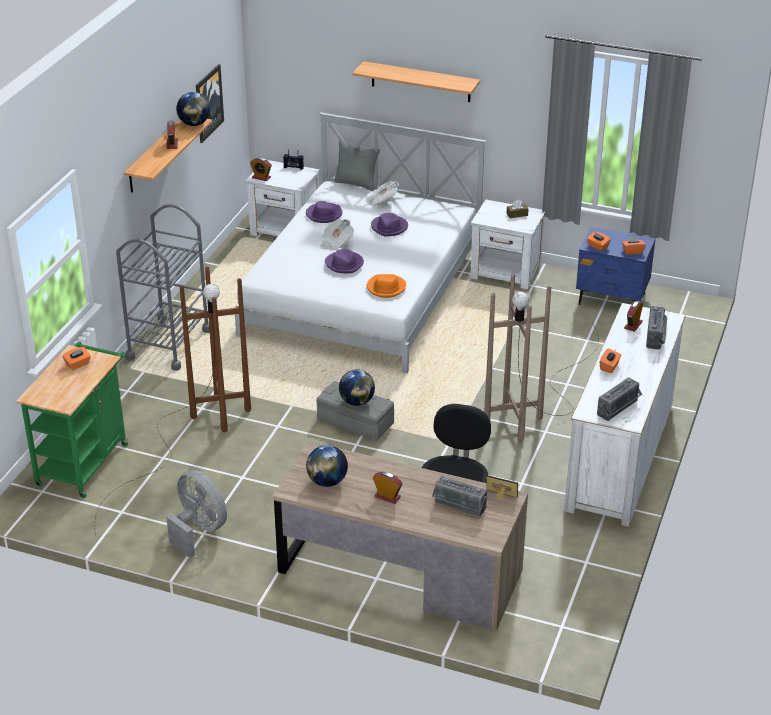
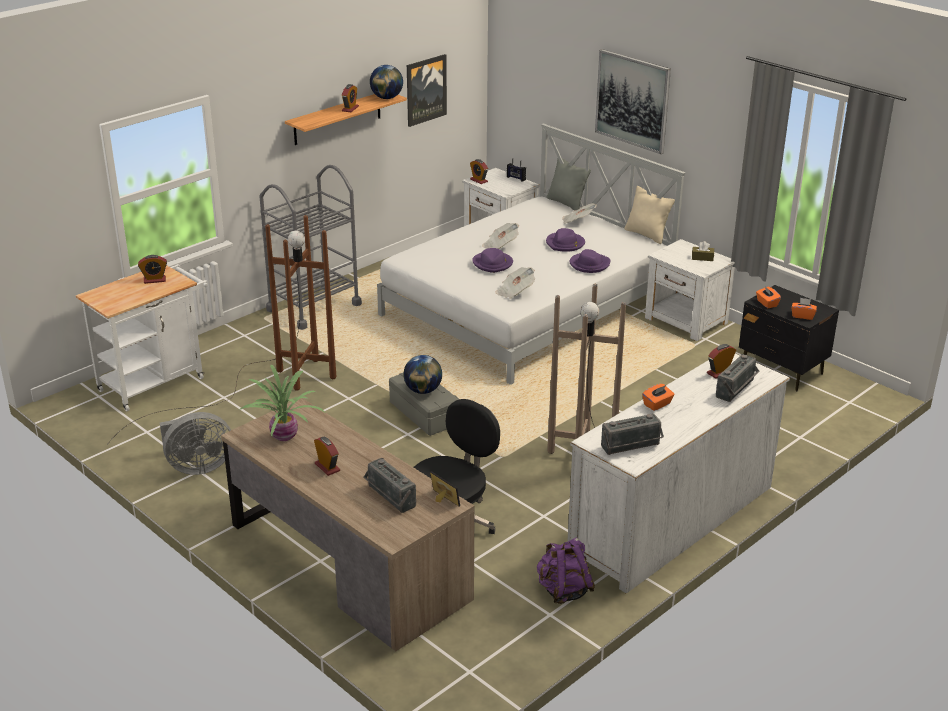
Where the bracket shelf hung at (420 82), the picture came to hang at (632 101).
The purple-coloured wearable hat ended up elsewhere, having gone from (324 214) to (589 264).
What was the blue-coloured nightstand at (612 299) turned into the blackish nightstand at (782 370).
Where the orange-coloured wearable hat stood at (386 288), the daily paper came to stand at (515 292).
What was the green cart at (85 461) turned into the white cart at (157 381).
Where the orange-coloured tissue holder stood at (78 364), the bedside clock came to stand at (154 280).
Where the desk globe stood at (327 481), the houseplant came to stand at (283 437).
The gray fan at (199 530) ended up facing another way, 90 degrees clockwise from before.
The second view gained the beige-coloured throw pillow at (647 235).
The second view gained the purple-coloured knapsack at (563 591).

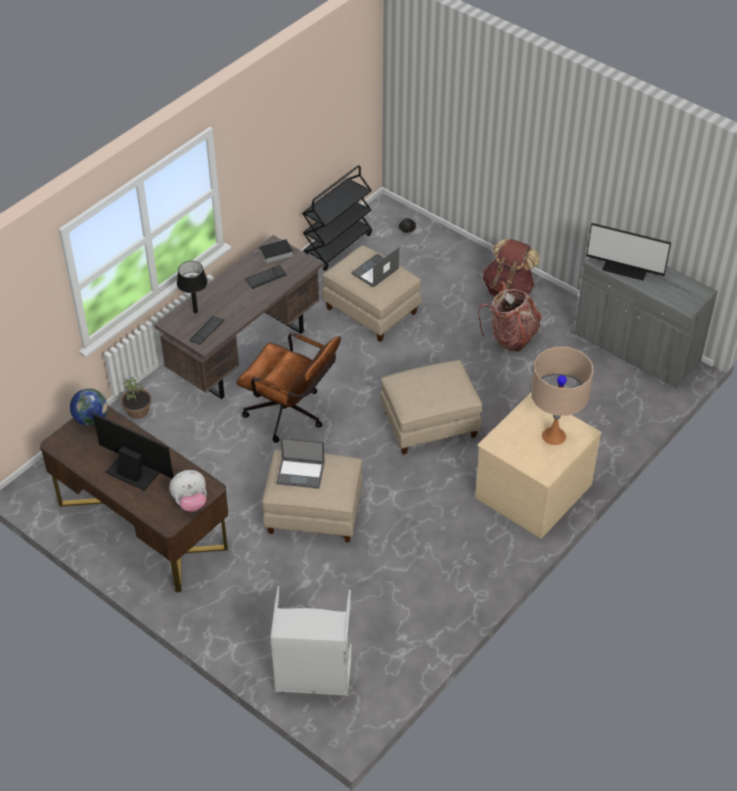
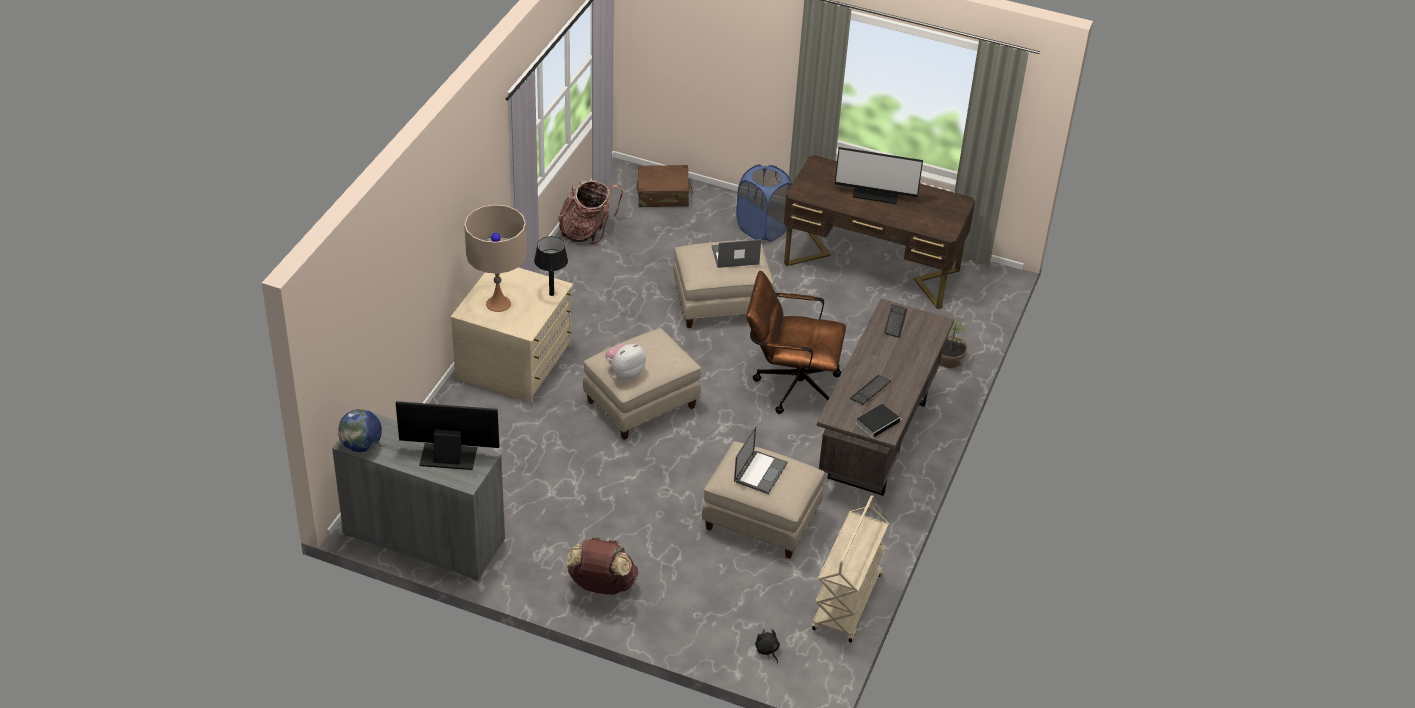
What was the blackish cart at (337 245) turned into the beige-coloured cart at (847 603).
The blackish lamp for a table ended up elsewhere, having gone from (195 311) to (551 294).
The knapsack ended up elsewhere, having gone from (511 337) to (587 232).
The desk globe ended up elsewhere, having gone from (91 419) to (361 445).
The plush toy ended up elsewhere, having gone from (190 502) to (625 373).
Where the gray laundry basket stood at (313 677), the brownish travel case came to stand at (663 194).
The second view gained the blue-coloured laundry basket at (762 228).

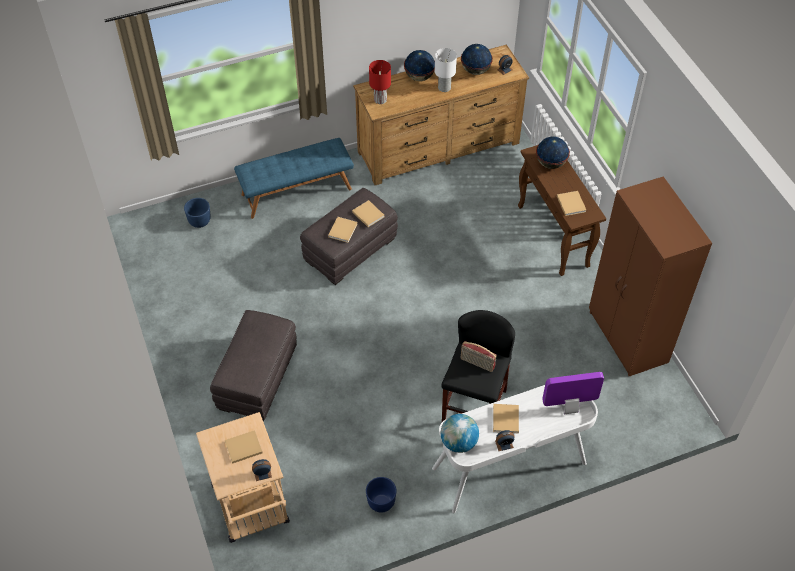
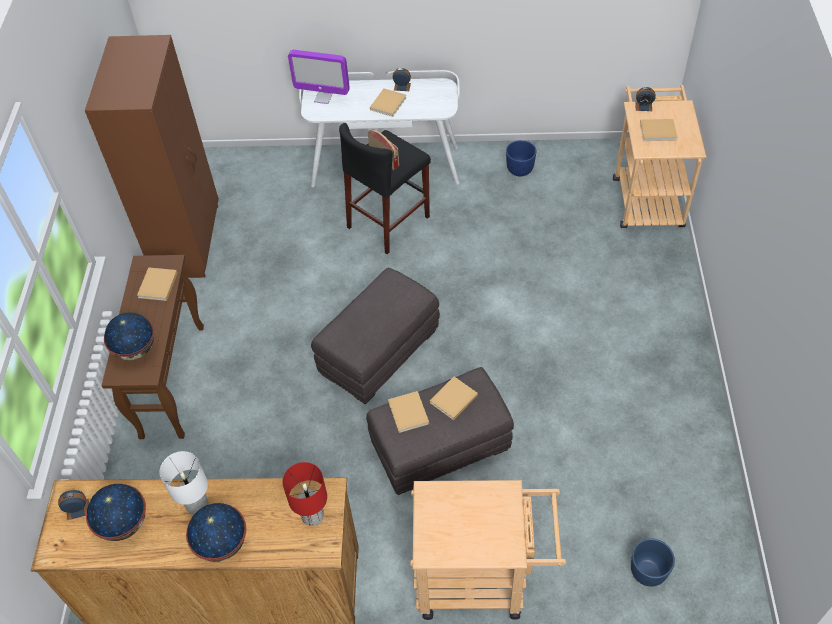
Where the blue-coloured bench stood at (296 191), the beige-coloured cart came to stand at (481 579).
The gray ottoman ended up elsewhere, having gone from (258 379) to (379 351).
The second view lost the desk globe at (458 442).

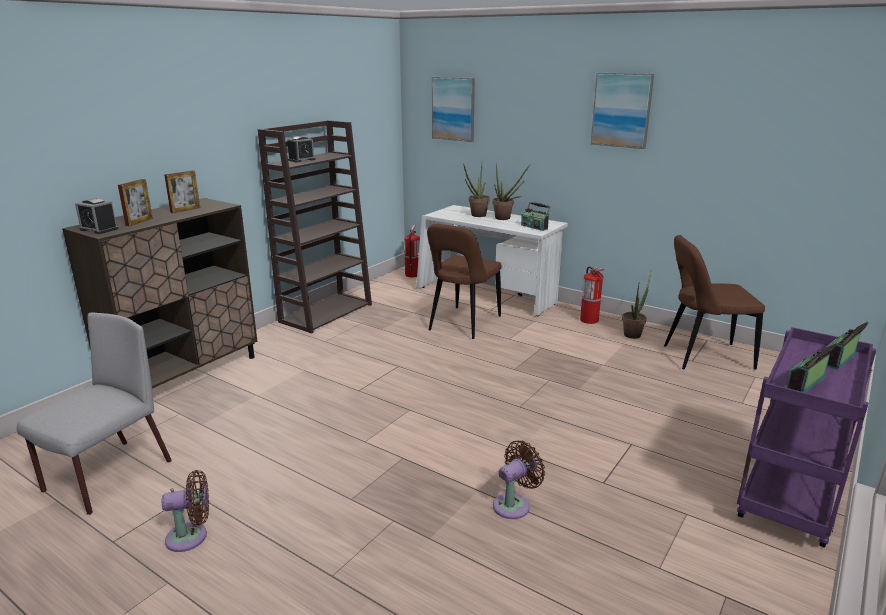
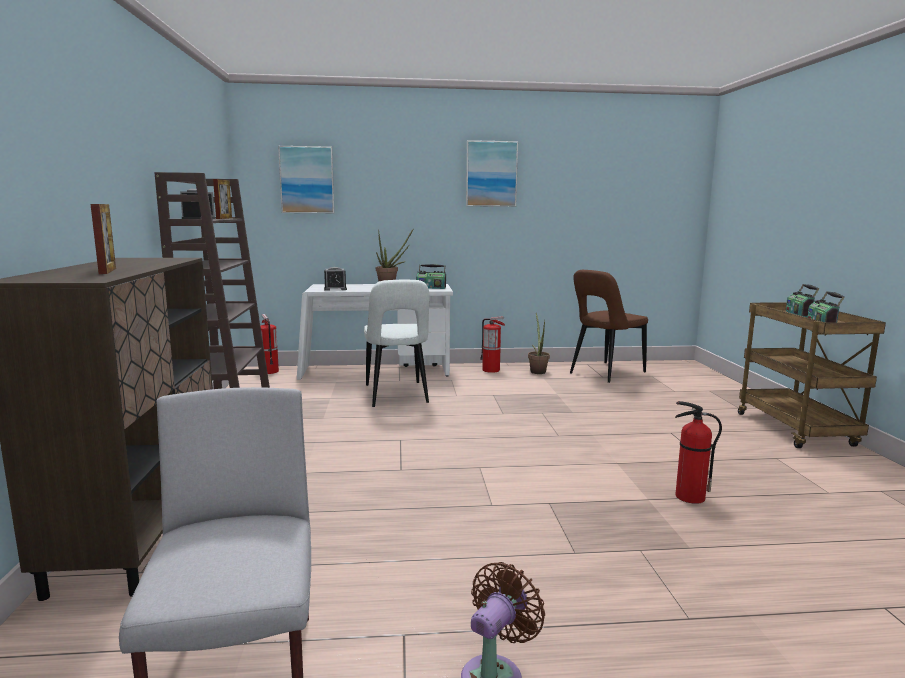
The second view lost the houseplant at (476 216).
The photo frame ended up elsewhere, having gone from (185 210) to (224 218).
The bedside clock ended up elsewhere, having gone from (99 229) to (335 289).
What was the brownish upright chair at (463 324) turned into the white upright chair at (397 395).
What was the purple-coloured cart at (790 500) turned into the brownish cart at (797 430).
Where the brownish fan stood at (514 504), the extinguisher came to stand at (689 497).

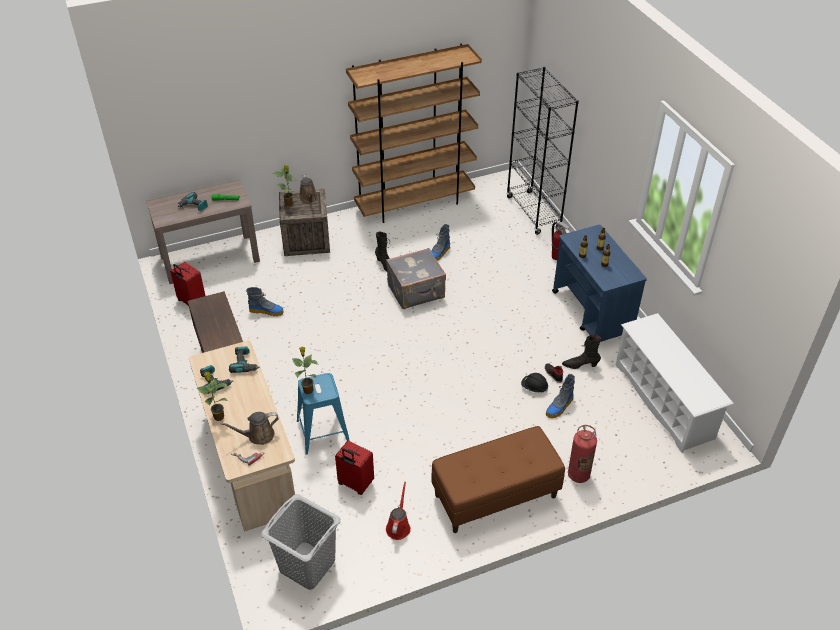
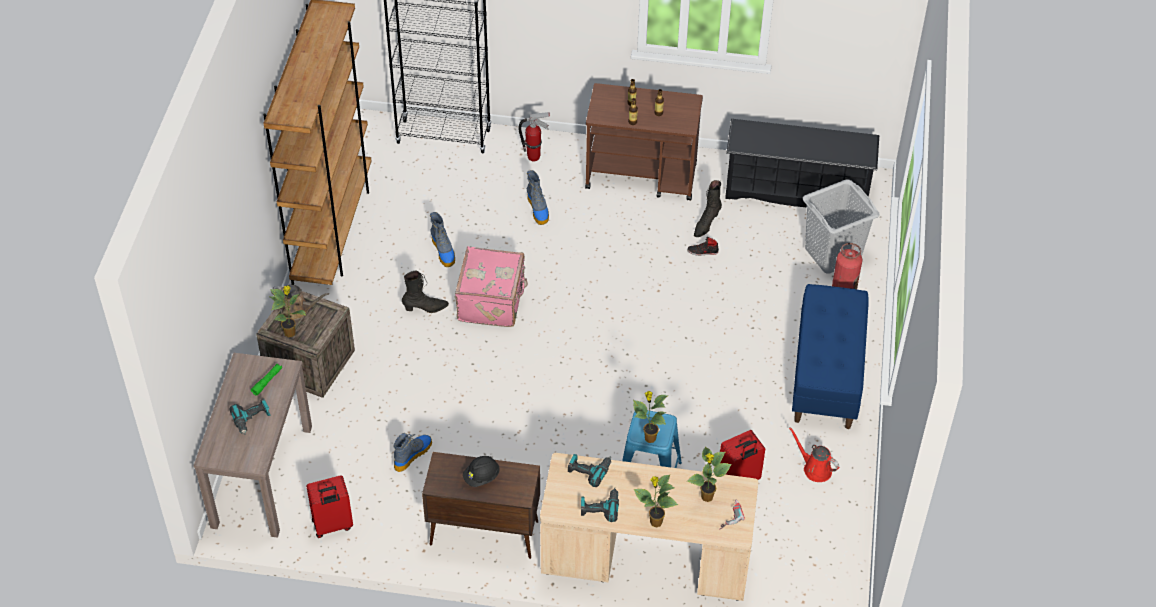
What was the blue-coloured cart at (592 314) turned into the brownish cart at (642 176).
What was the gray travel case at (416 292) turned into the pink-coloured travel case at (492 301).
What was the white shoe stand at (664 401) turned into the blackish shoe stand at (796 190).
The blackish safety helmet ended up elsewhere, having gone from (534 387) to (481 477).
The high-top boot ended up elsewhere, having gone from (559 407) to (538 210).
Where the brownish watering can stood at (258 436), the houseplant came to stand at (706 497).
What was the brownish bench at (495 496) turned into the blue-coloured bench at (827 376).
The gray laundry basket ended up elsewhere, having gone from (307 566) to (833 254).

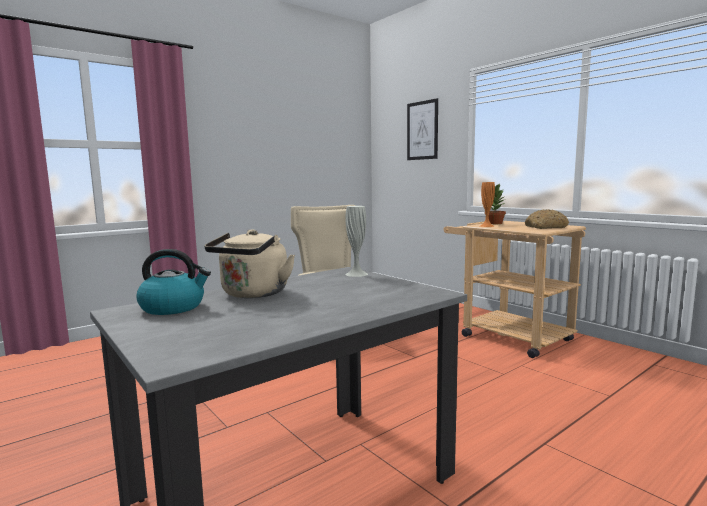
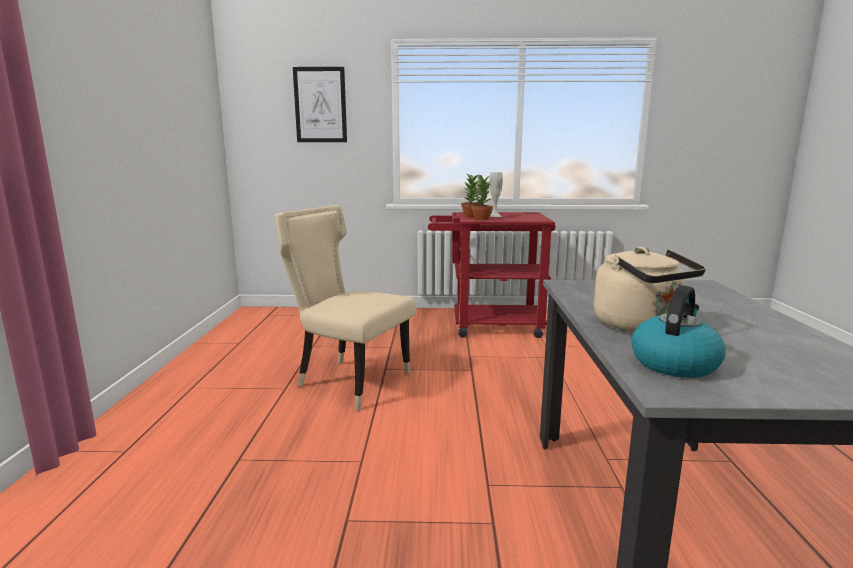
Where the orange-coloured decorative vase stood at (486 226), the houseplant came to stand at (481 219).
The white decorative vase ended up elsewhere, having gone from (356 274) to (494 216).
The second view lost the bread at (545 227).
What was the beige-coloured cart at (507 335) turned into the red cart at (487 326).

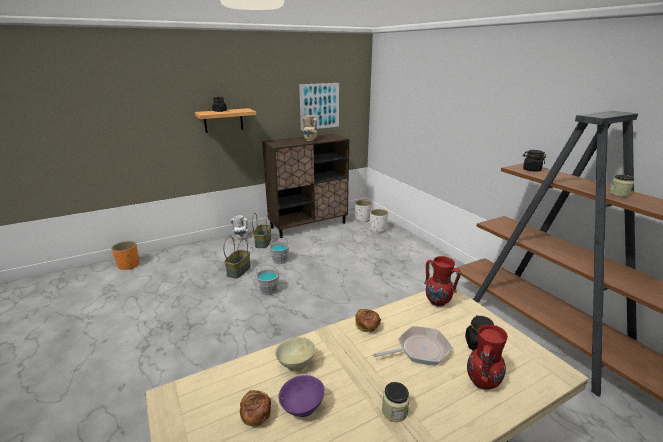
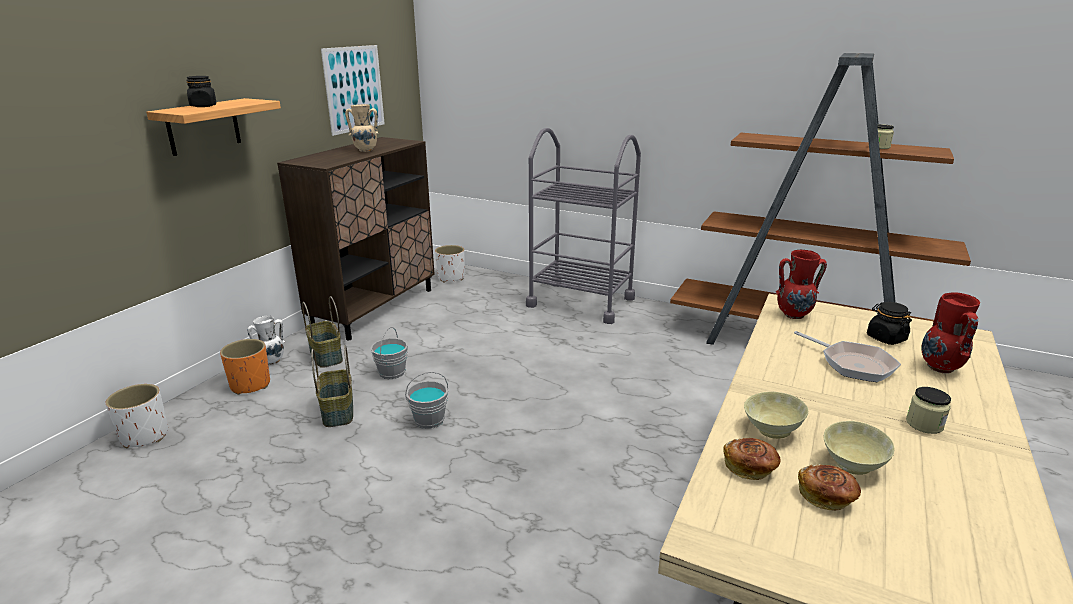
The second view lost the blackish preserve jar at (531 169).
The white plant pot ended up elsewhere, having gone from (378 229) to (145 436).
The orange-coloured plant pot ended up elsewhere, having gone from (128 265) to (250 385).
The bread ended up elsewhere, having gone from (367 326) to (750 468).
The skillet at (419 350) ended up facing another way, 105 degrees clockwise from before.
What was the purple-coloured deep dish at (301 407) turned into the beige-coloured deep dish at (851 465).
The second view gained the gray cart at (581 302).

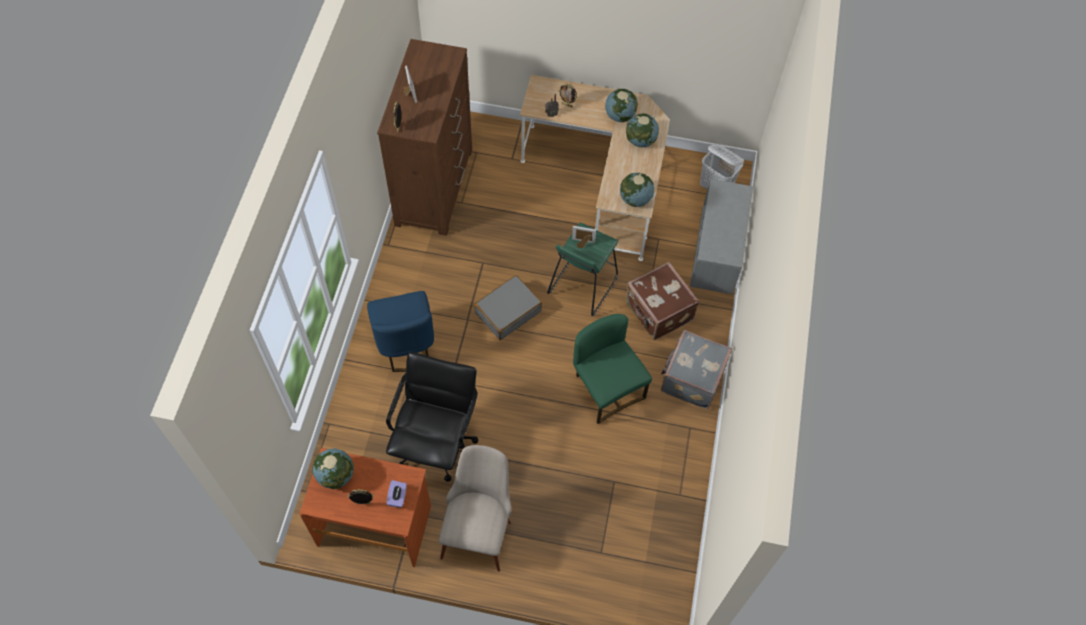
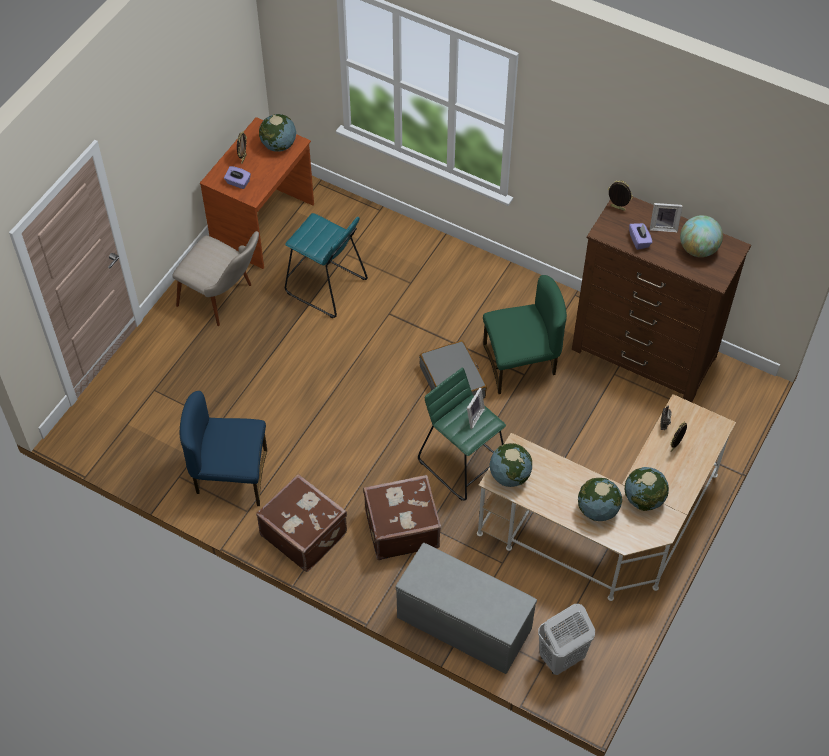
The blue-coloured upright chair ended up elsewhere, having gone from (405 344) to (231 476).
The green upright chair ended up elsewhere, having gone from (606 388) to (520 363).
What was the gray travel case at (691 378) turned into the brownish travel case at (304 533).
Where the blackish office chair stood at (436 442), the turquoise sitting stool came to stand at (325 287).
The second view gained the desk globe at (698 249).
The second view gained the purple-coloured tissue holder at (639 241).

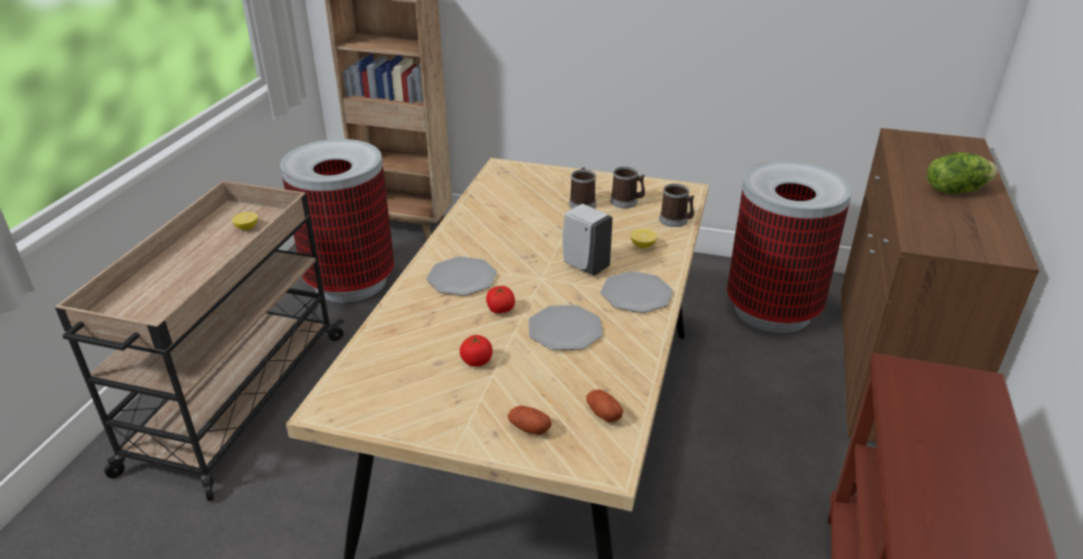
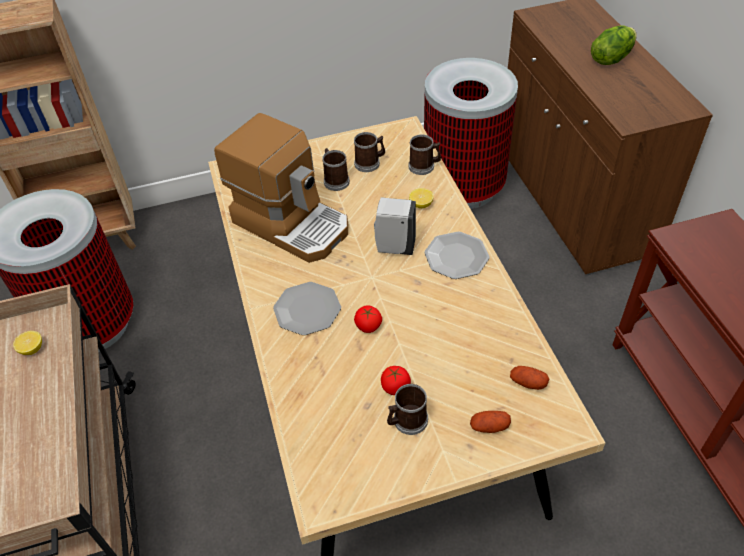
The second view lost the dinner plate at (565 330).
The second view gained the coffee maker at (292 223).
The second view gained the coffee mug at (407 421).

